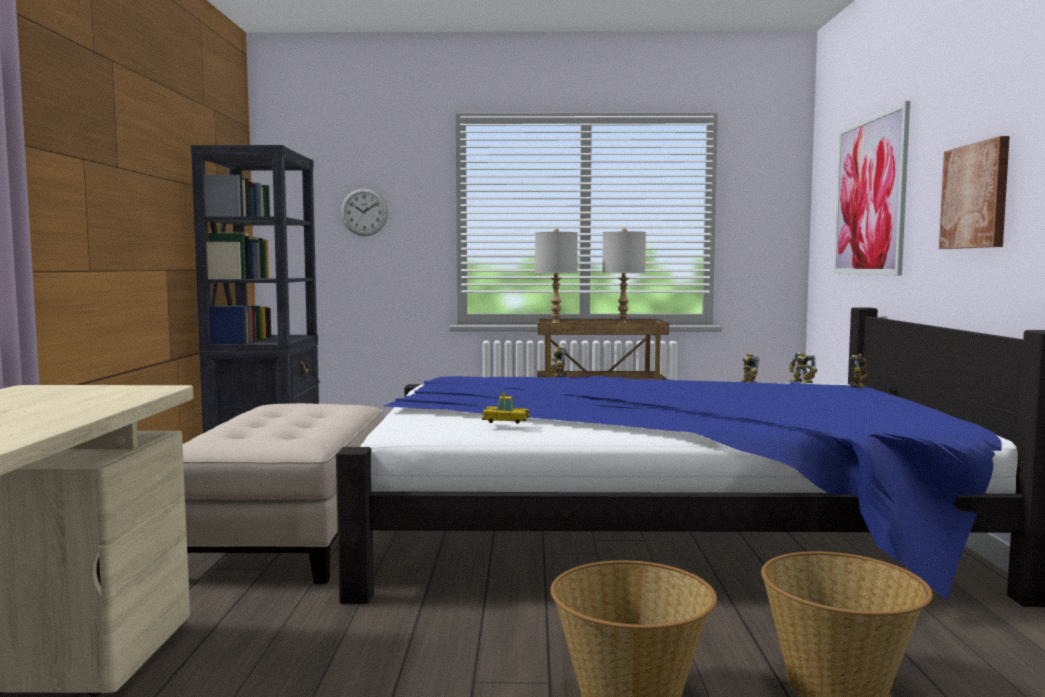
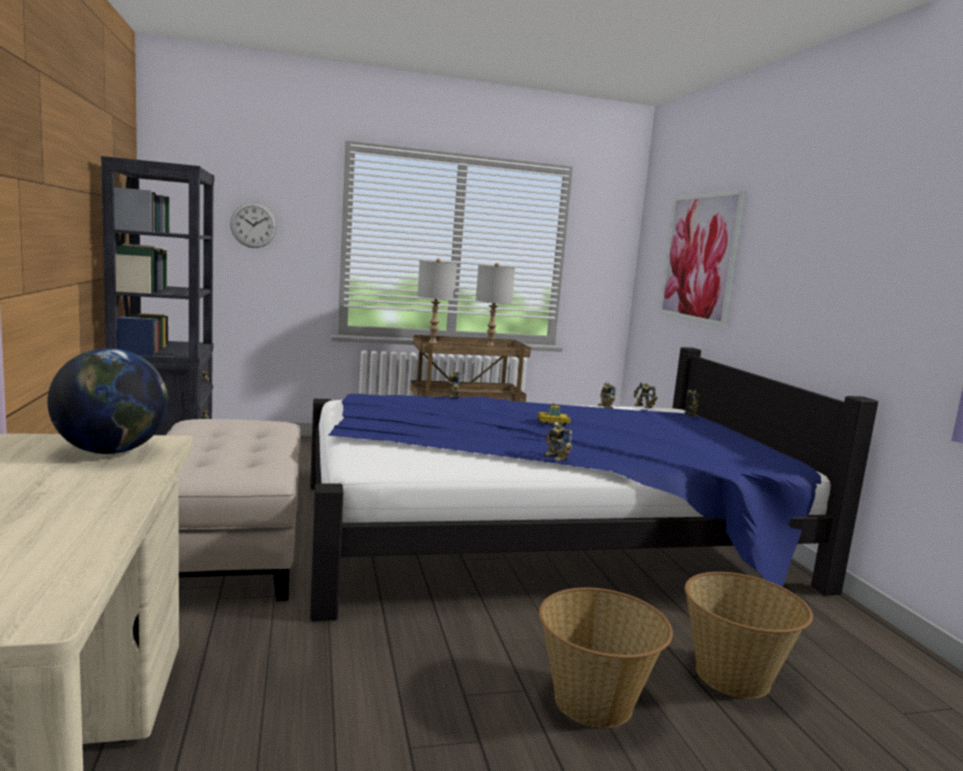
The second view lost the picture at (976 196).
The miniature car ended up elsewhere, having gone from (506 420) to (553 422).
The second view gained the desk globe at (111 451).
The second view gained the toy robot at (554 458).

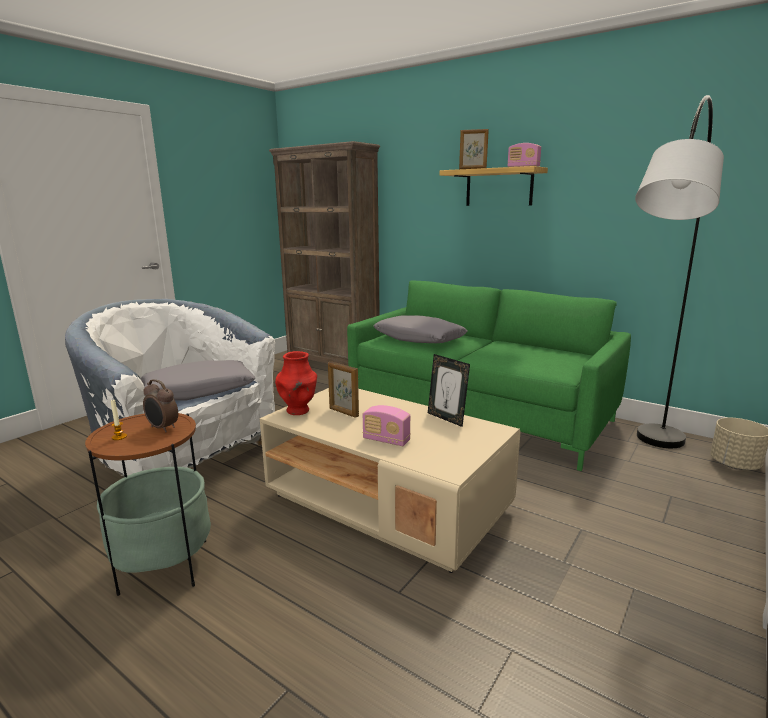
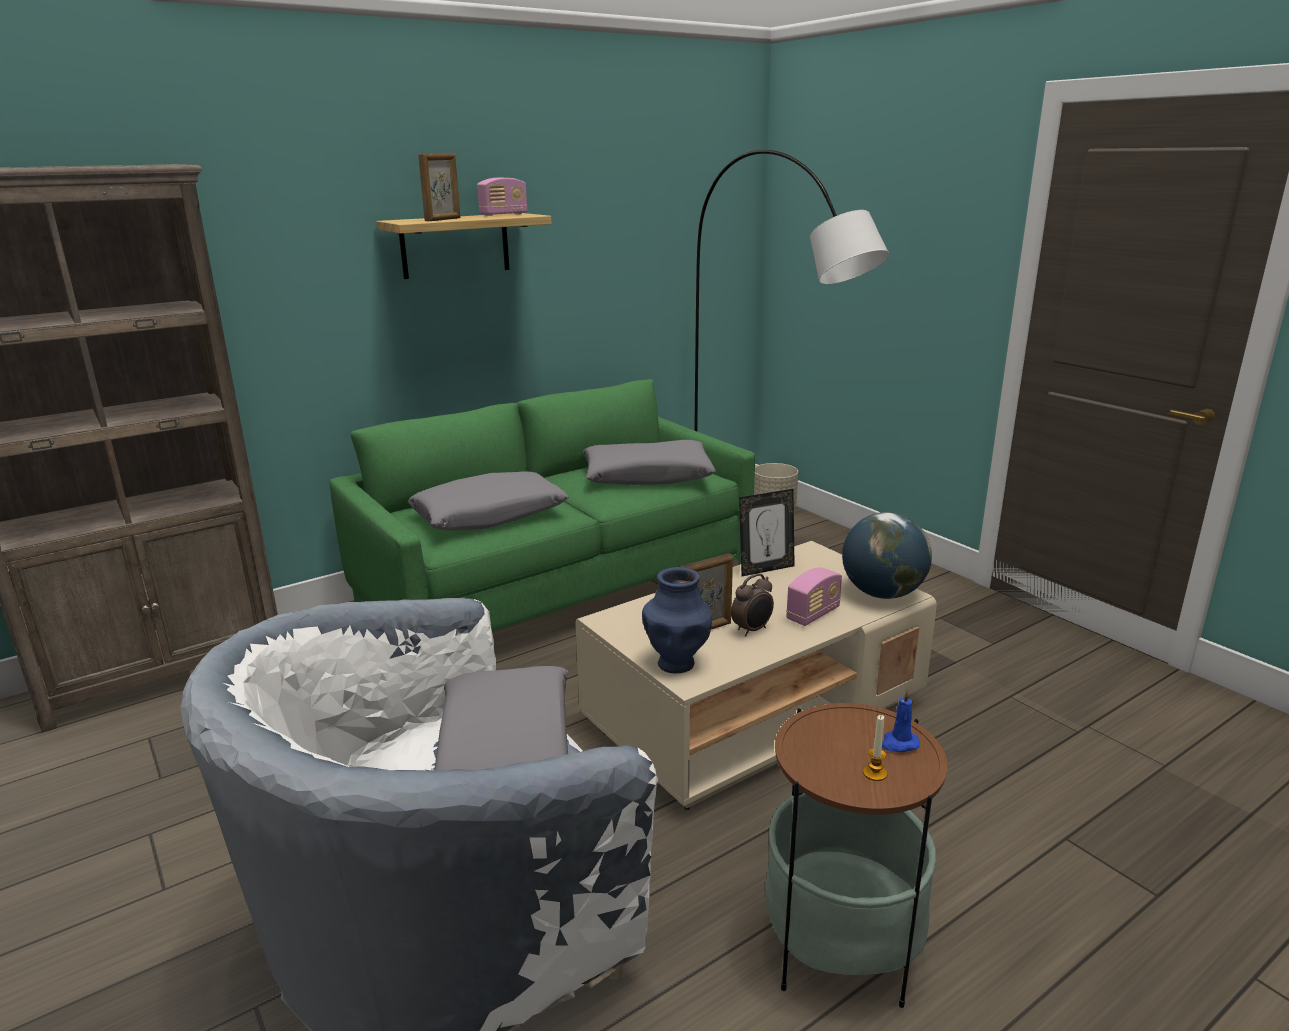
What was the red decorative vase at (298 411) turned into the blue-coloured decorative vase at (677 663).
The bedside clock ended up elsewhere, having gone from (162 428) to (752 630).
The second view gained the gray throw pillow at (647 475).
The second view gained the desk globe at (882 594).
The second view gained the blue-coloured candle at (899 743).

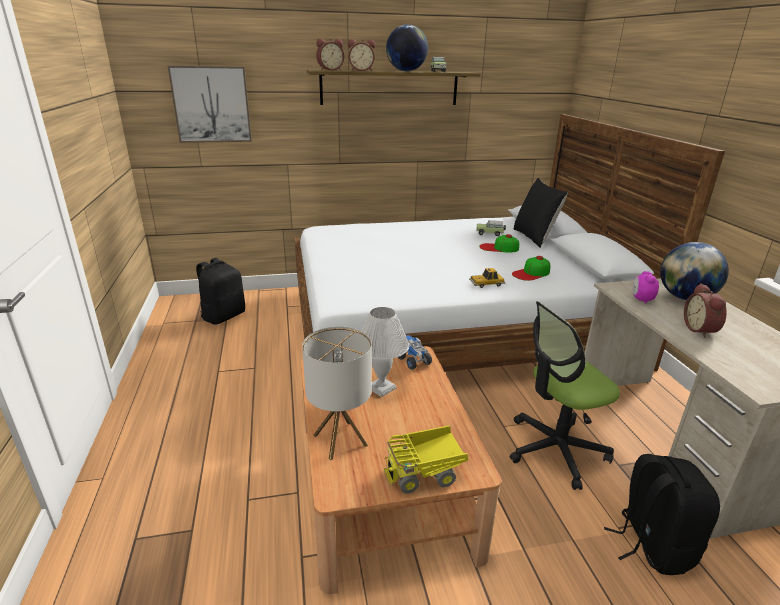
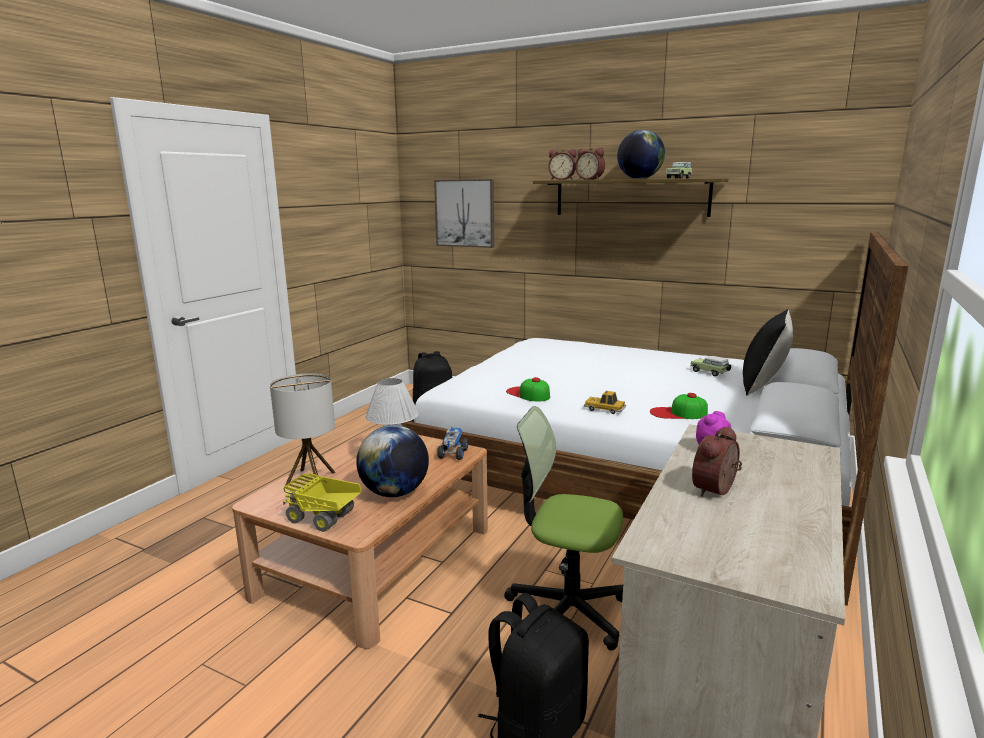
The peaked cap ended up elsewhere, having gone from (499 248) to (528 394).
The desk globe ended up elsewhere, having gone from (685 297) to (394 493).

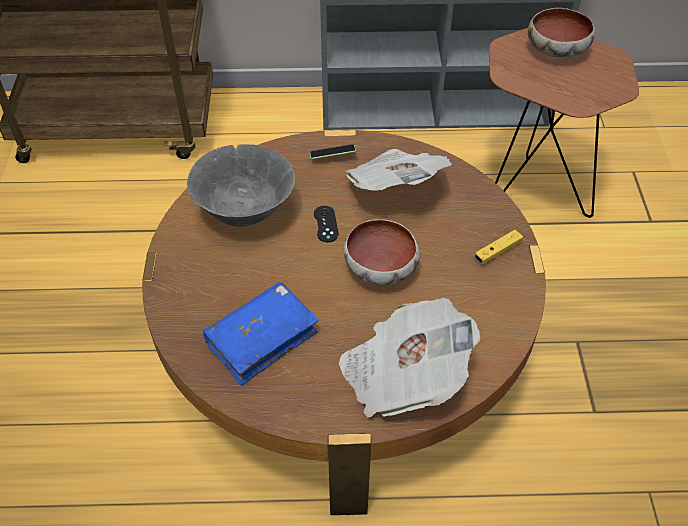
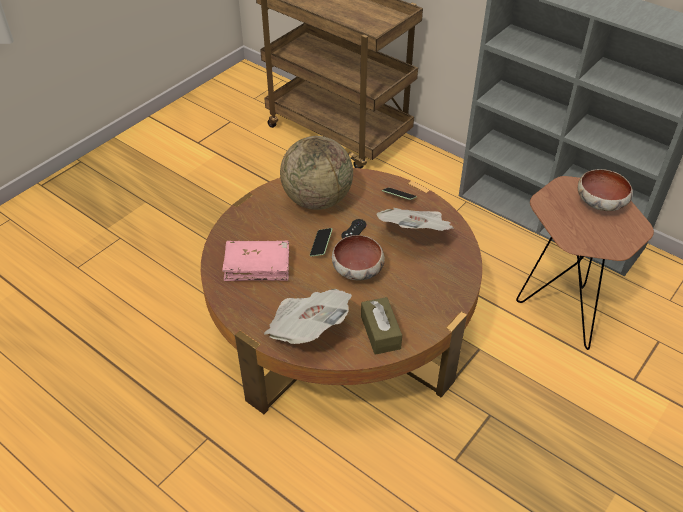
Where the gray deep dish stood at (244 212), the desk globe came to stand at (317 200).
The second view lost the yellowish game controller at (497 251).
What was the blue-coloured book at (262 339) turned into the pink-coloured book at (257 266).
The second view gained the handset at (321 246).
The second view gained the brownish tissue holder at (380 332).

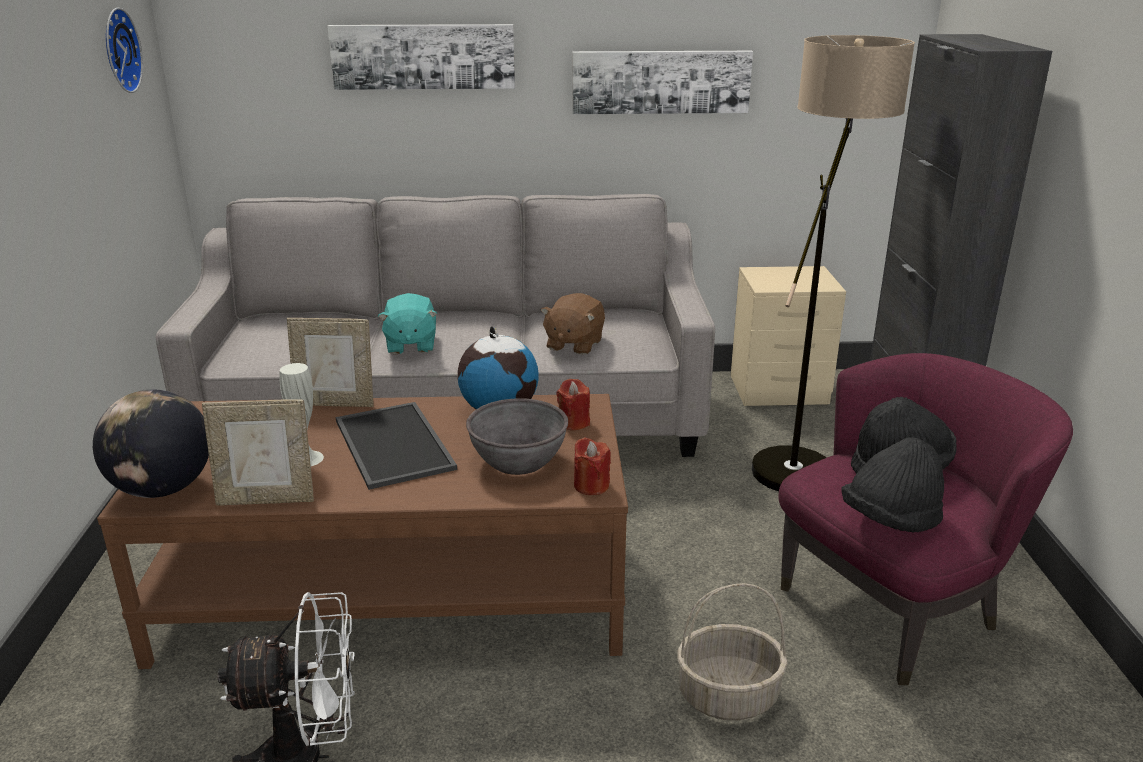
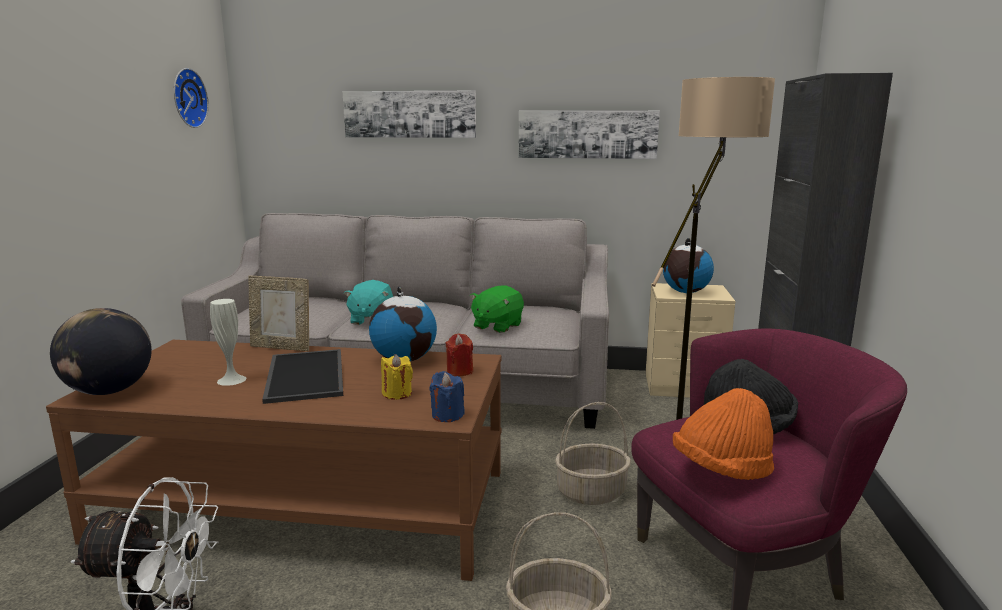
What was the brownish plush toy at (573 344) turned into the green plush toy at (497 326).
Where the gray deep dish stood at (518 461), the yellowish candle came to stand at (397 394).
The second view lost the photo frame at (267 499).
What was the red candle at (591 486) turned into the blue-coloured candle at (447 415).
What was the blackish wearable hat at (890 520) turned into the orange-coloured wearable hat at (721 469).
The second view gained the desk globe at (685 292).
The second view gained the basket at (591 492).

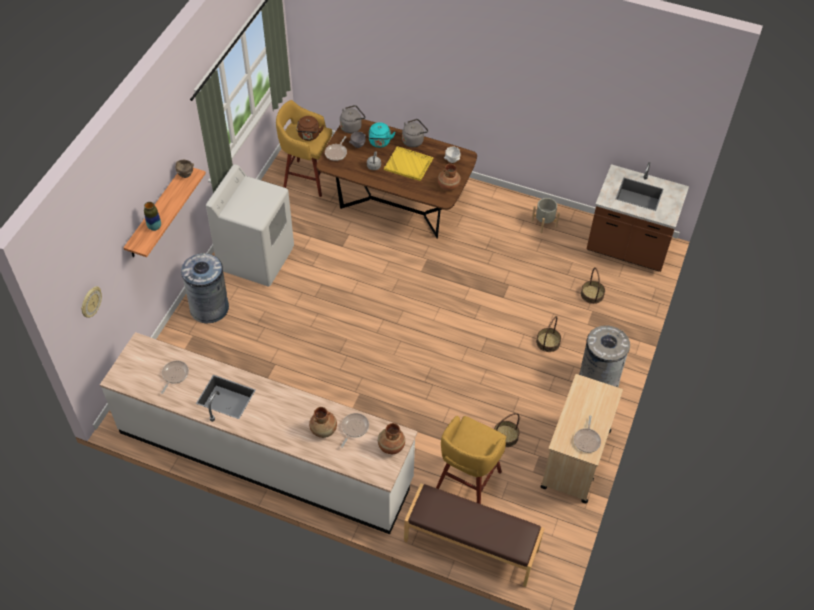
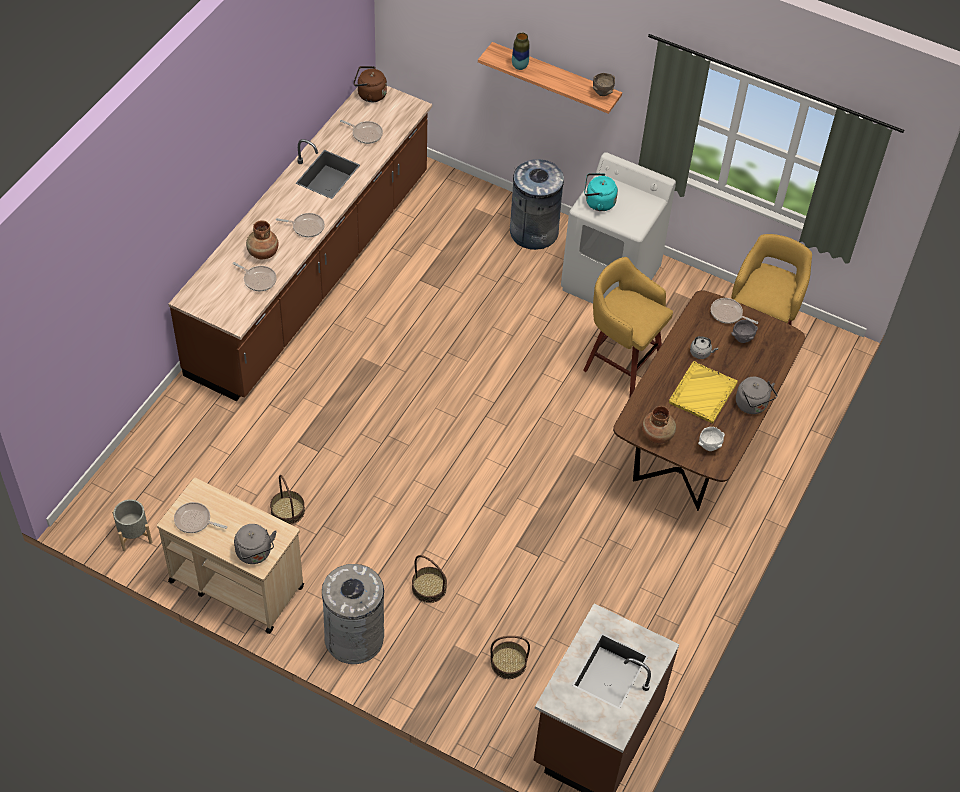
The gray tea kettle ended up elsewhere, having gone from (352 127) to (255 554).
The brownish tea kettle ended up elsewhere, having gone from (309 136) to (370 95).
The turquoise tea kettle ended up elsewhere, having gone from (380 143) to (598 203).
The gray plant pot ended up elsewhere, having gone from (544 223) to (134 535).
The second view lost the hanging clock at (90 302).
What was the white kitchen base unit at (265 455) turned into the brownish kitchen base unit at (312 272).
The yellowish sitting stool ended up elsewhere, having gone from (467 481) to (621 365).
The second view lost the brownish decorative vase at (391 446).
The second view lost the brownish bench at (471 545).
The second view gained the skillet at (306 227).

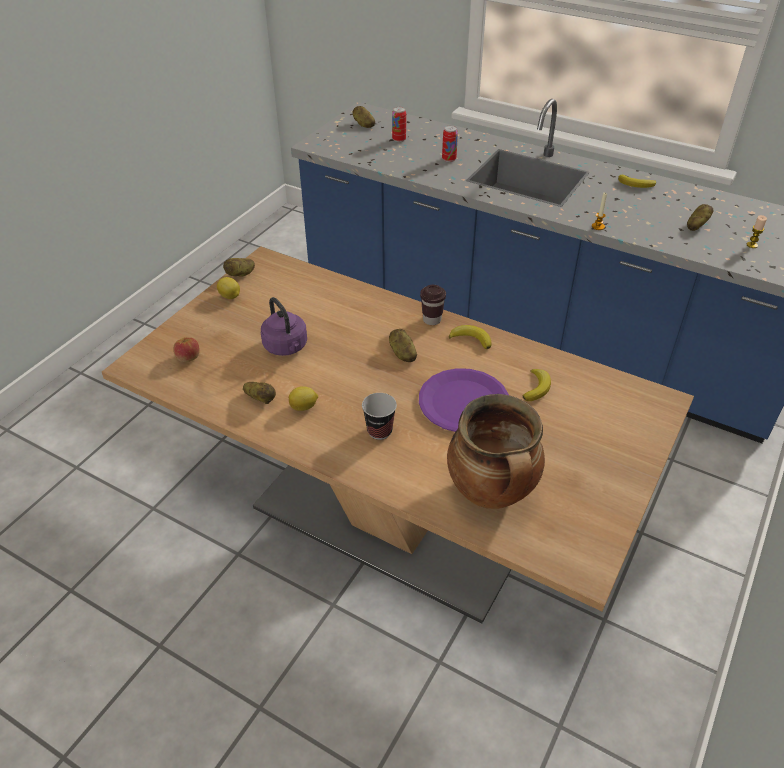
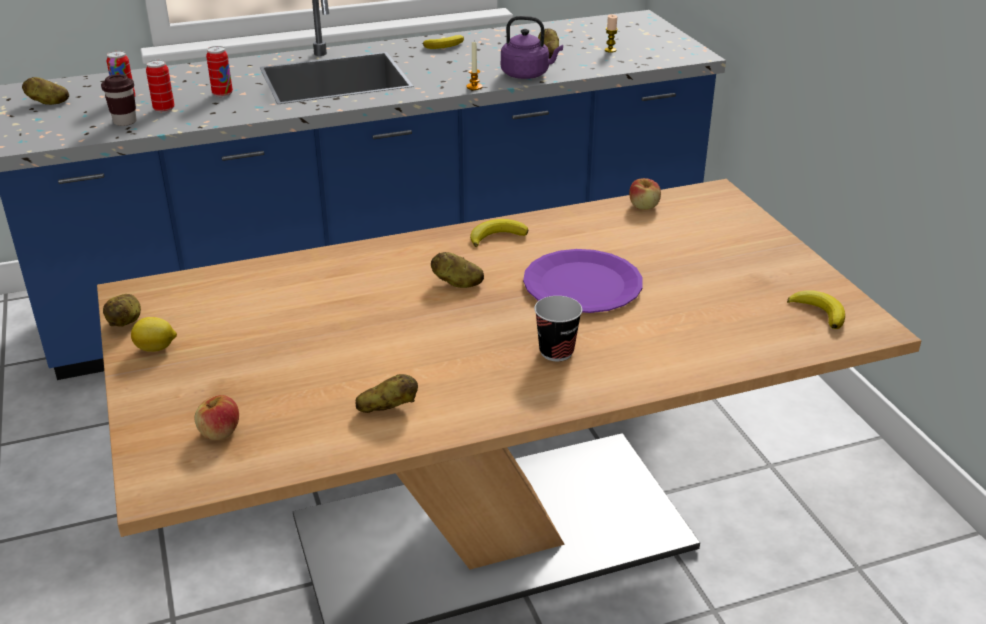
The brownish cup ended up elsewhere, having gone from (432 320) to (125 122).
The purple-coloured tea kettle ended up elsewhere, having gone from (286 347) to (527 74).
The banana ended up elsewhere, having gone from (537 387) to (819 312).
The second view lost the whole lemon at (304 407).
The second view lost the stockpot at (492 493).
The second view gained the metal can at (164 109).
The second view gained the apple at (644 206).

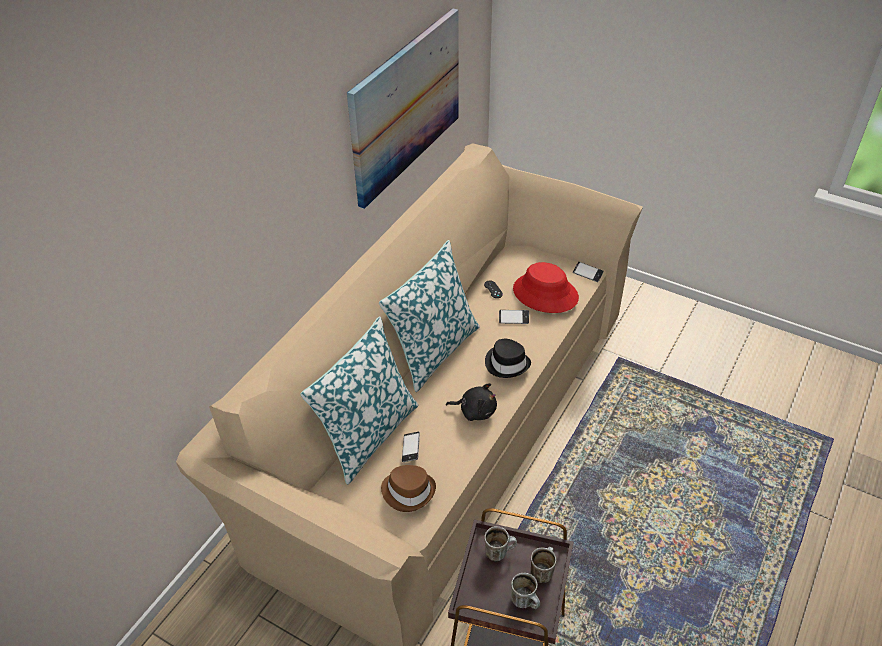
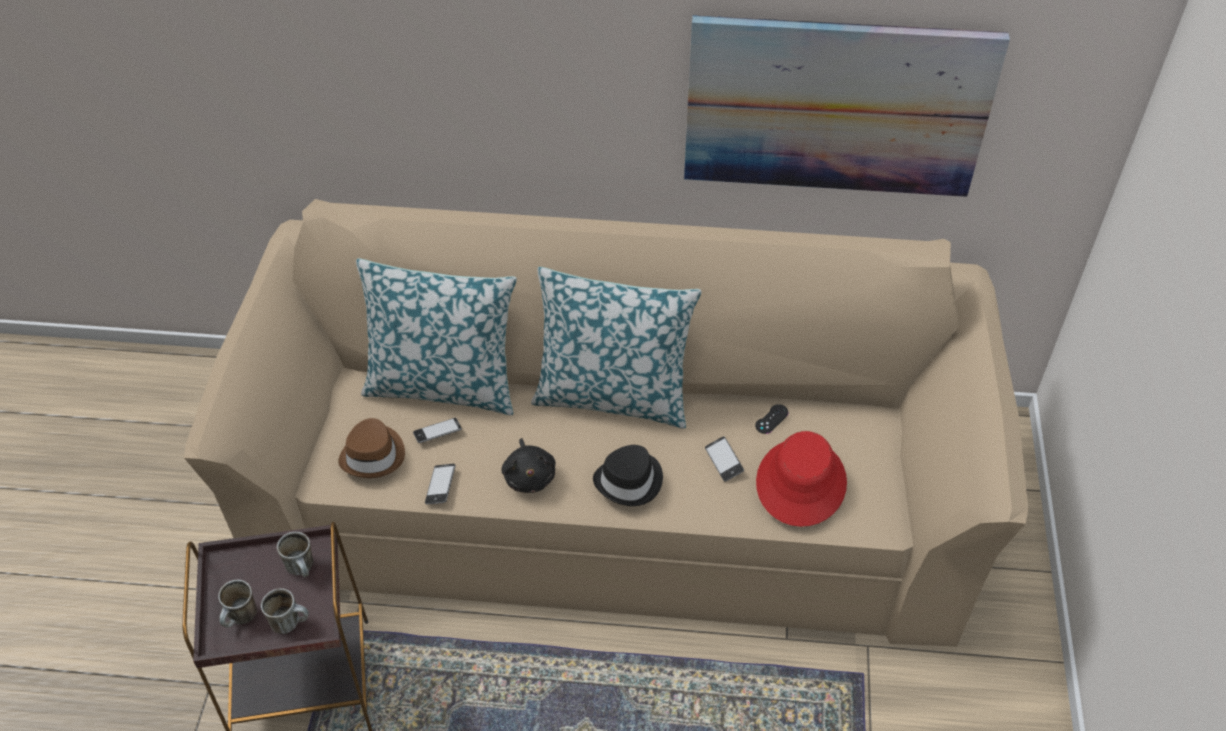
The handset ended up elsewhere, having gone from (587 274) to (440 486).

